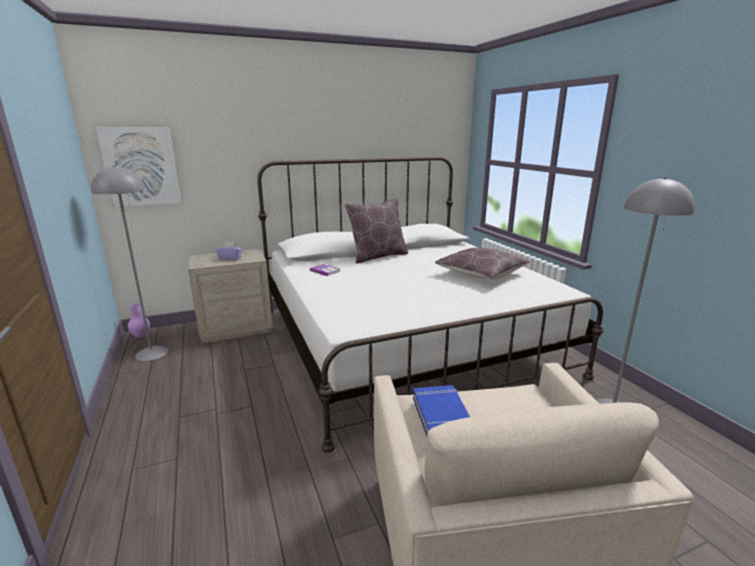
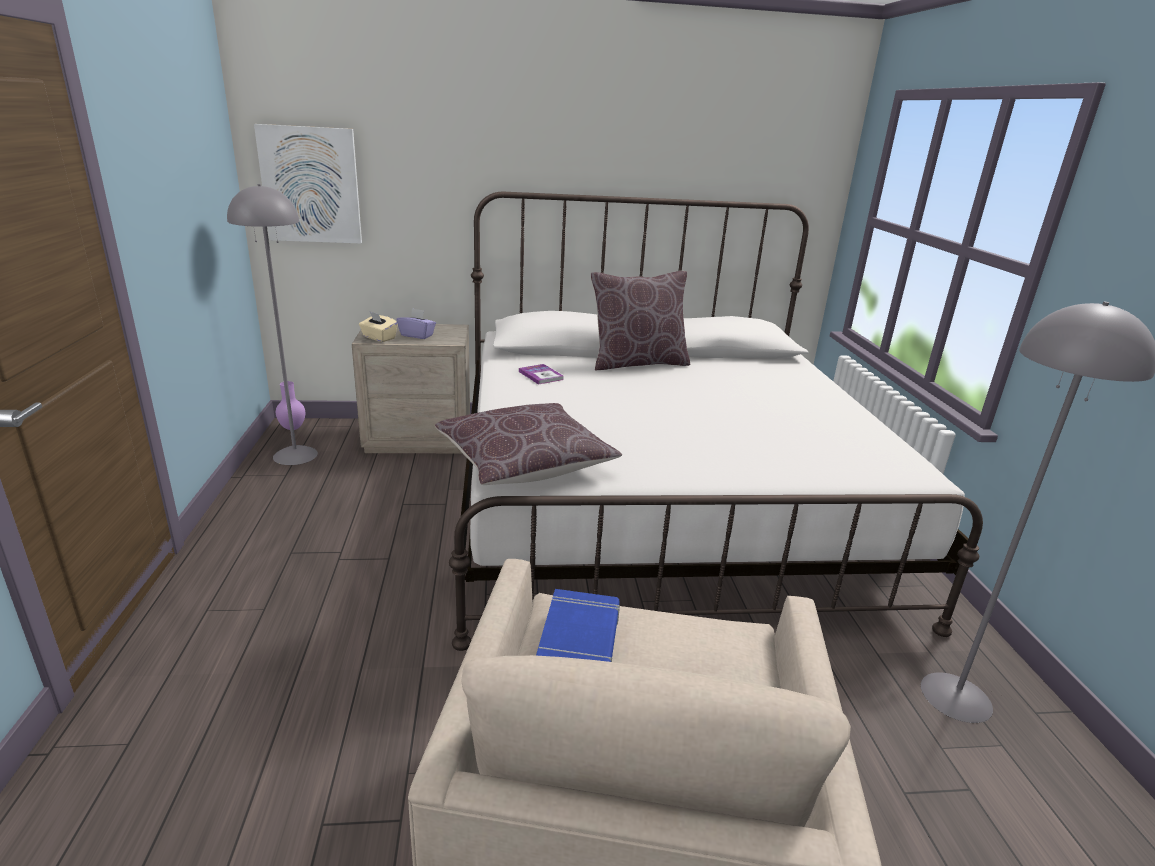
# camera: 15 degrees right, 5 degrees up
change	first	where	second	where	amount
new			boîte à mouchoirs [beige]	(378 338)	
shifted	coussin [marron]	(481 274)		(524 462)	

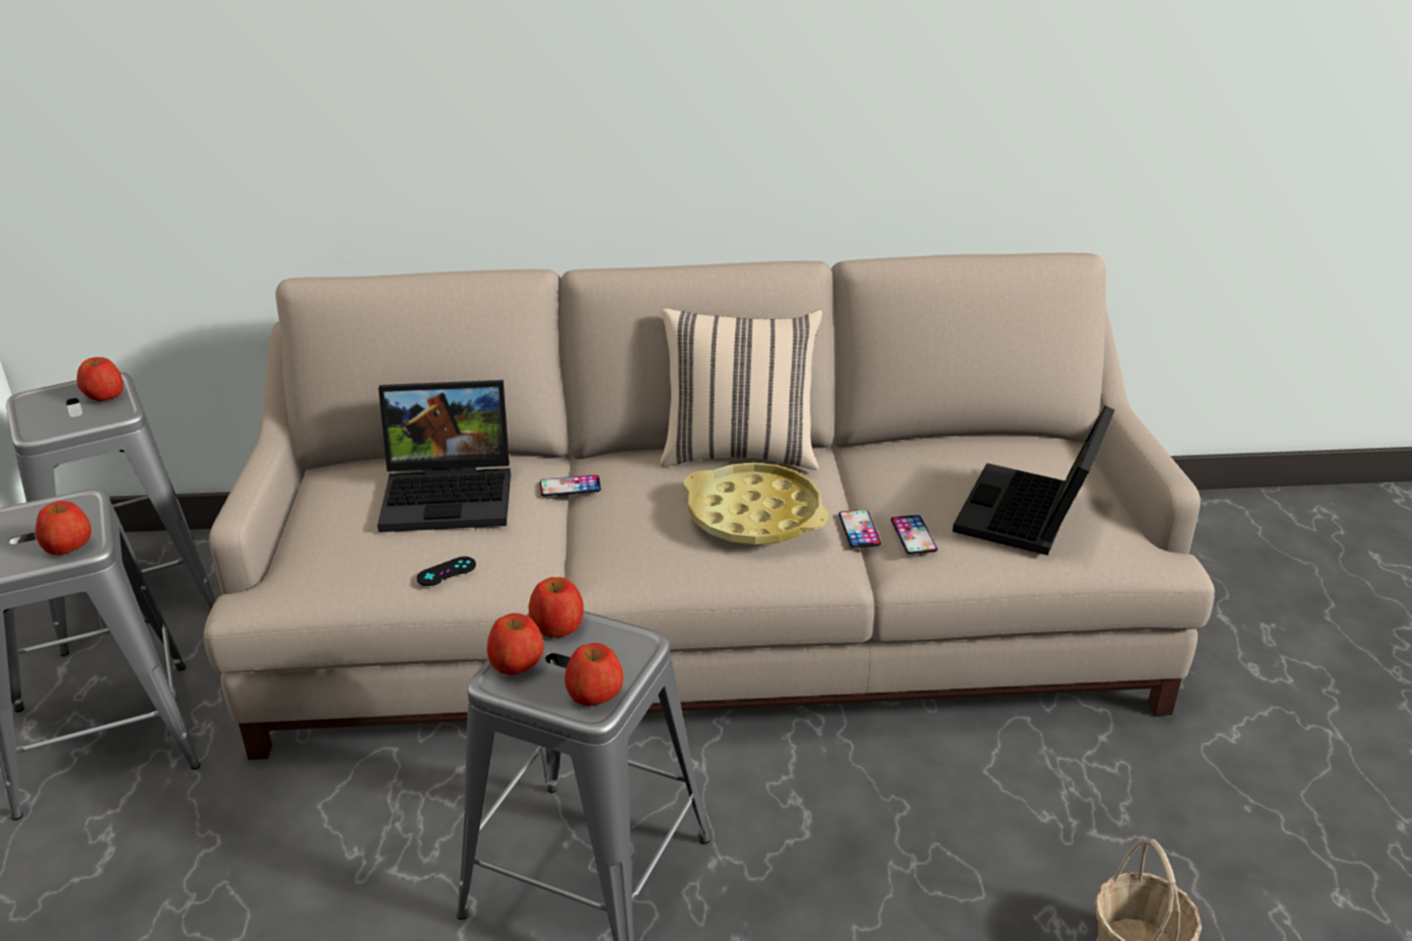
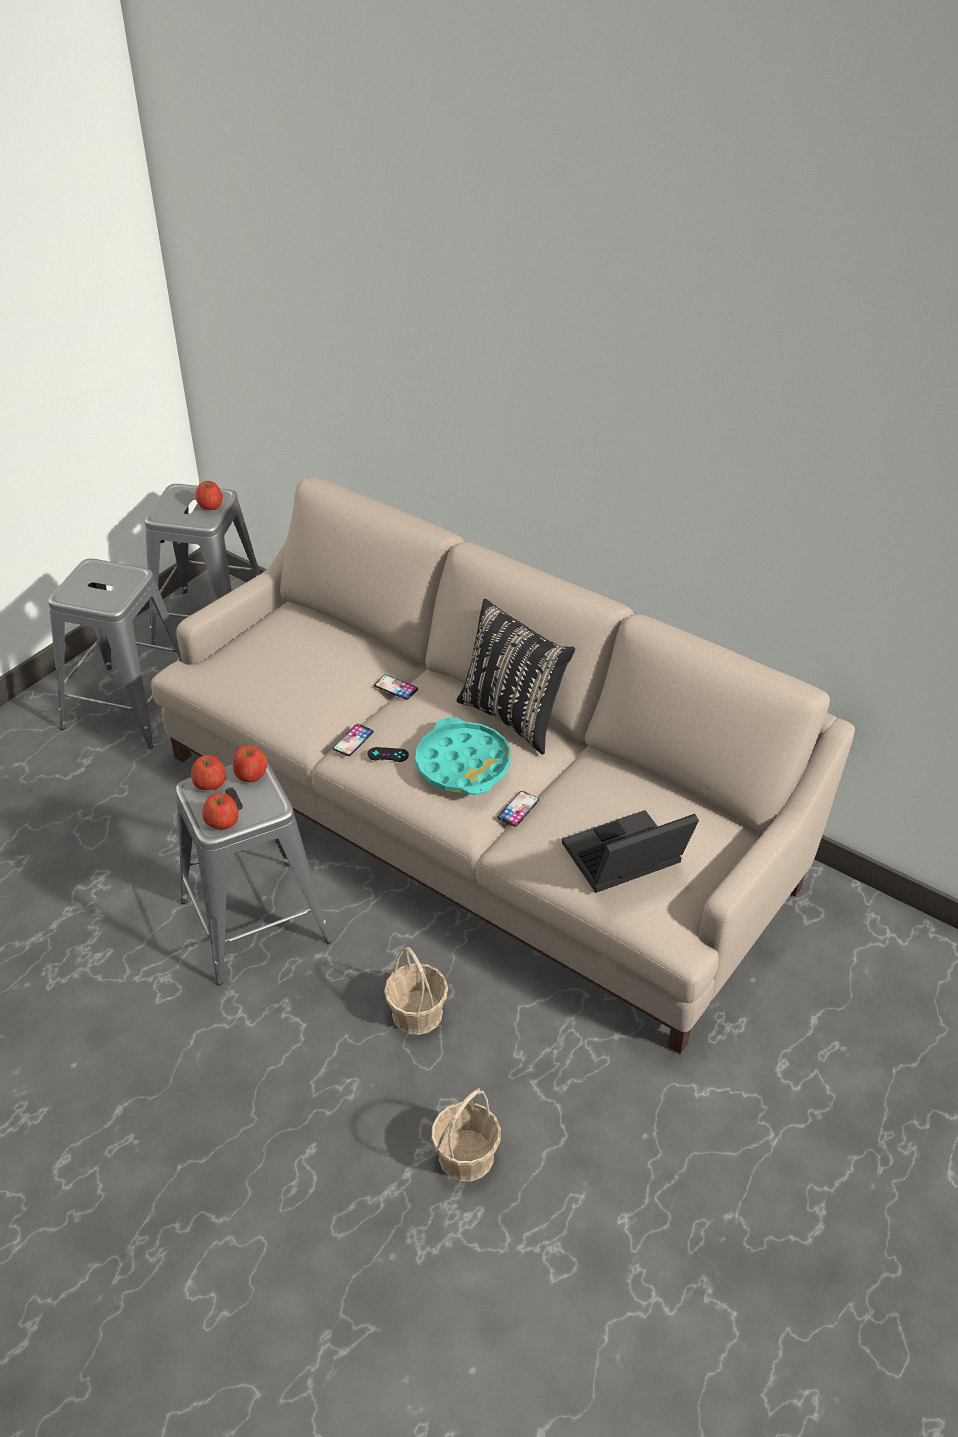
# camera: 40 degrees right, 10 degrees up
change	first	where	second	where	amount
shifted	téléphone	(913 535)		(353 740)	
shifted	manette [noir]	(446 572)		(388 755)	
new			panier	(417 1012)	
repainted	plateau [jaune]	(754 515)	plateau [turquoise]	(463 764)	
repainted	coussin [beige]	(739 452)	coussin [noir]	(513 716)	
gone	pomme	(67 546)			
gone	ordinateur portable	(452 494)			

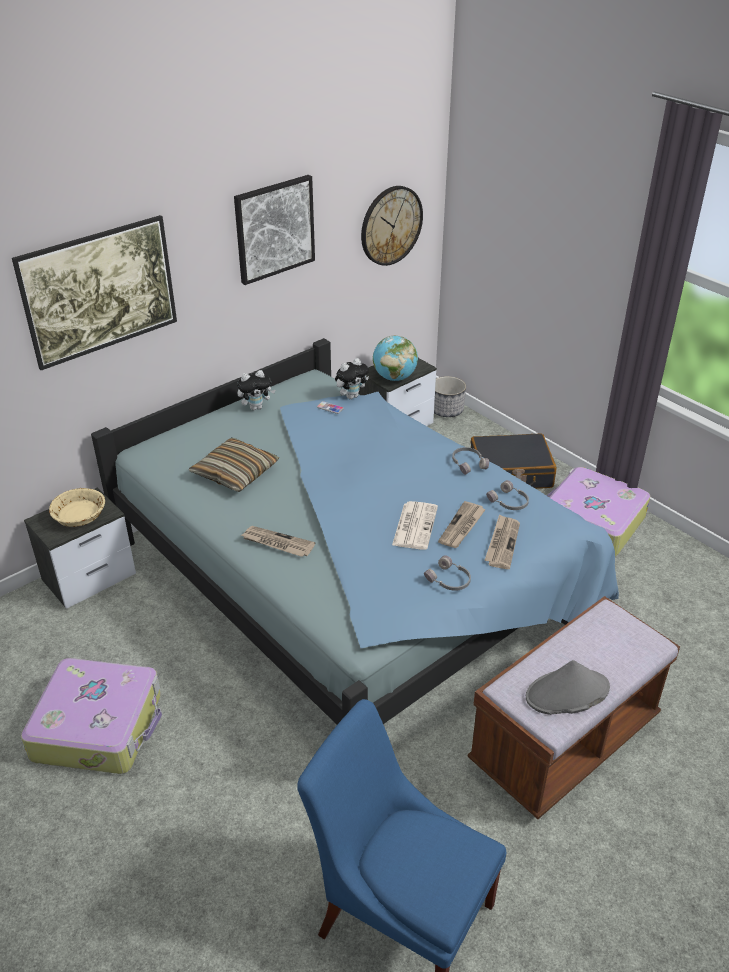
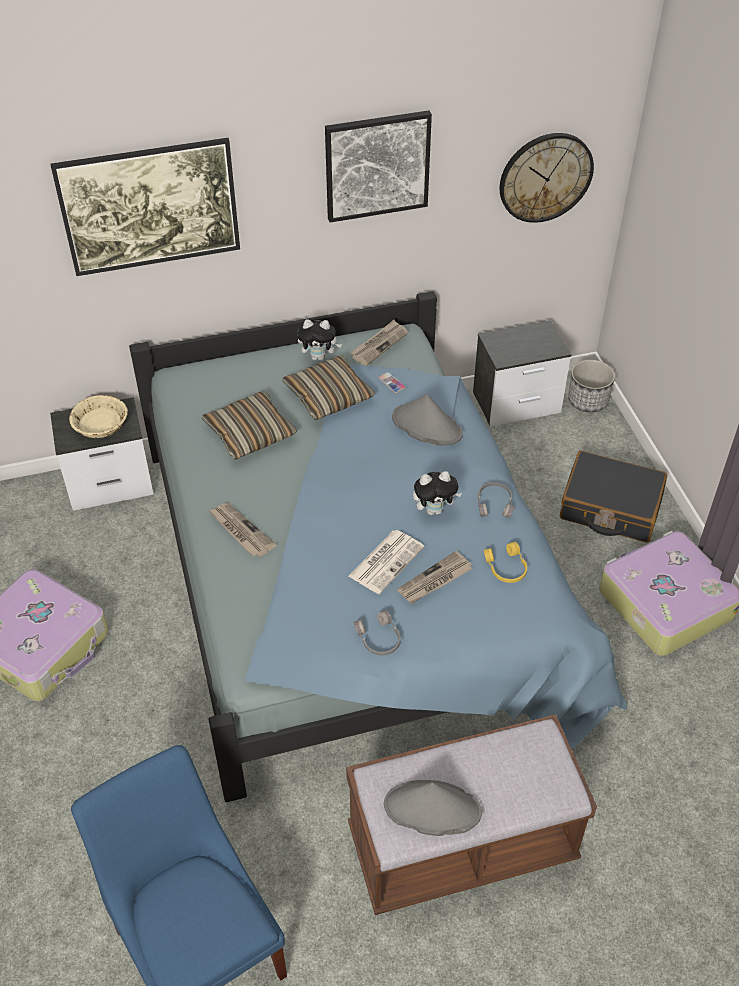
# camera: 25 degrees right, 10 degrees up
change	first	where	second	where	amount
new			coussin	(328 396)	
shifted	journal	(502 543)		(379 344)	
new			chapeau [gris]	(426 426)	
shifted	peluche	(351 396)		(434 510)	
repainted	casque audio [gris]	(508 502)	casque audio [jaune]	(506 568)	
gone	globe	(394 378)			

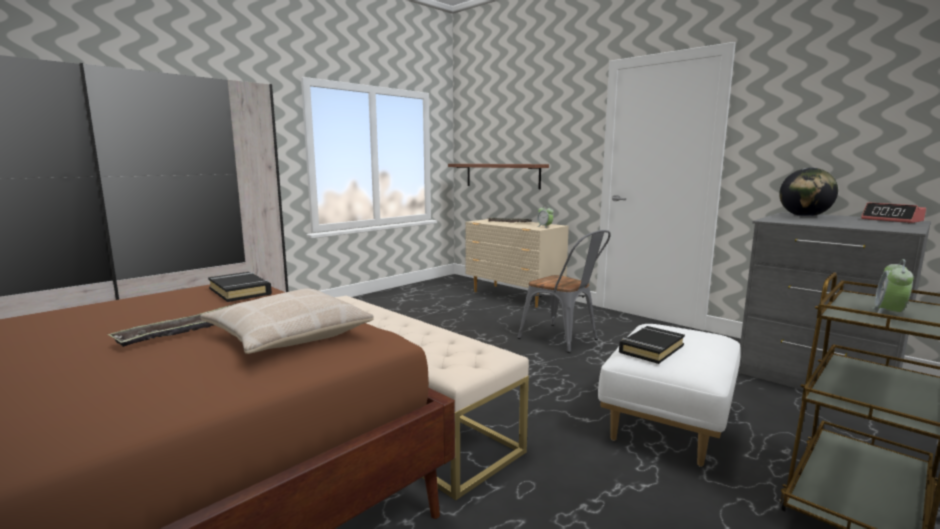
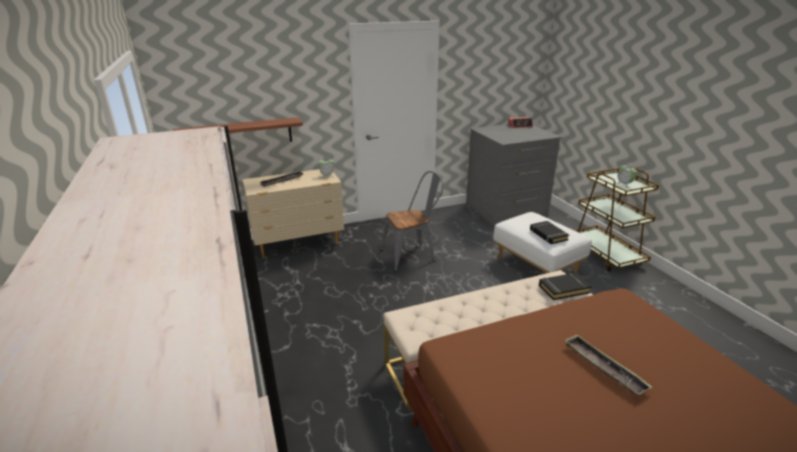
# camera: 65 degrees left, 15 degrees up
change	first	where	second	where	amount
shifted	livre [noir]	(240 291)		(563 289)	
gone	coussin [beige]	(288 336)			
gone	globe	(804 216)			

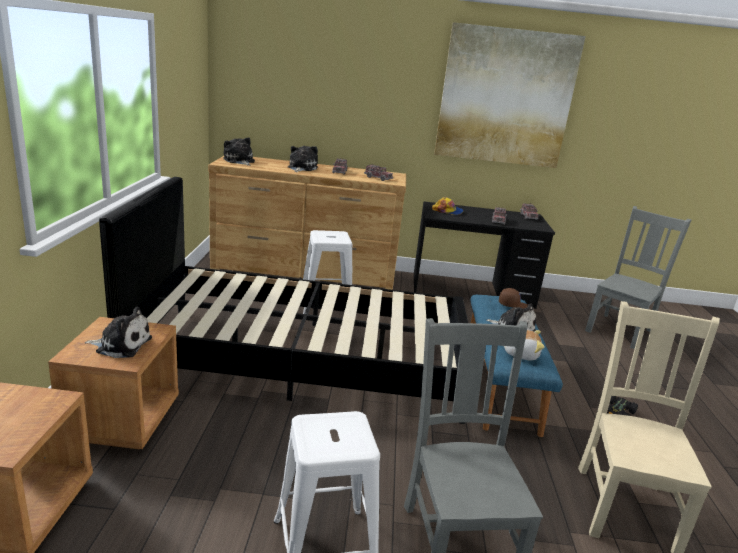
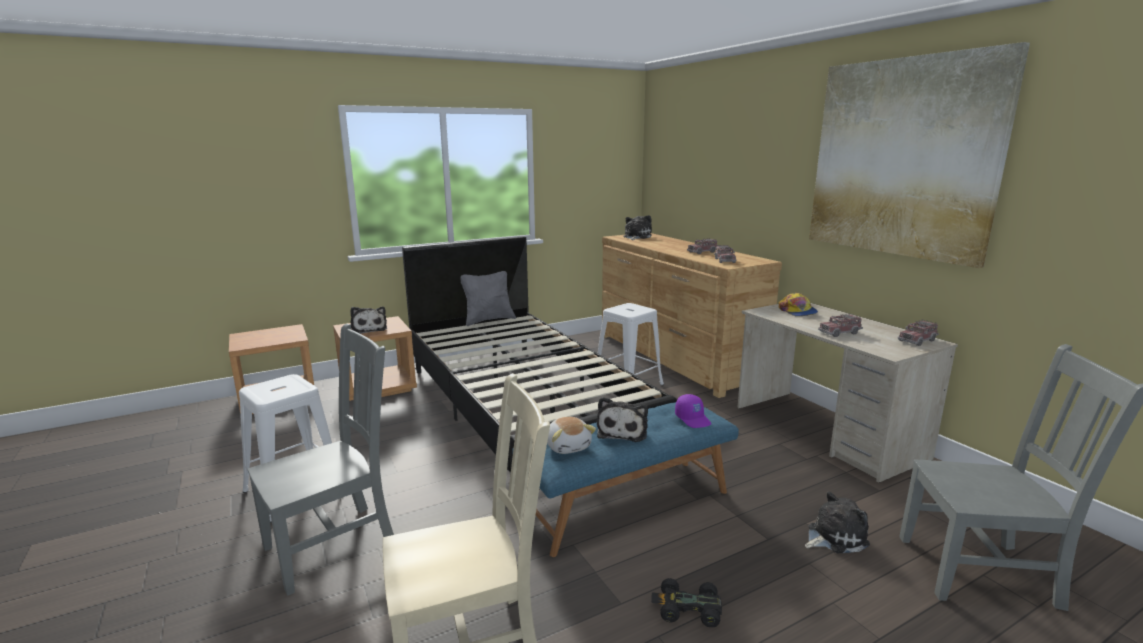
# camera: 60 degrees right, 5 degrees down
change	first	where	second	where	amount
new			coussin [gris]	(488 320)	
repainted	casquette [marron]	(513 305)	casquette [violet]	(693 419)	
repainted	bureau [noir]	(472 291)	bureau [beige]	(826 432)	
shifted	peluche	(301 168)		(834 536)	

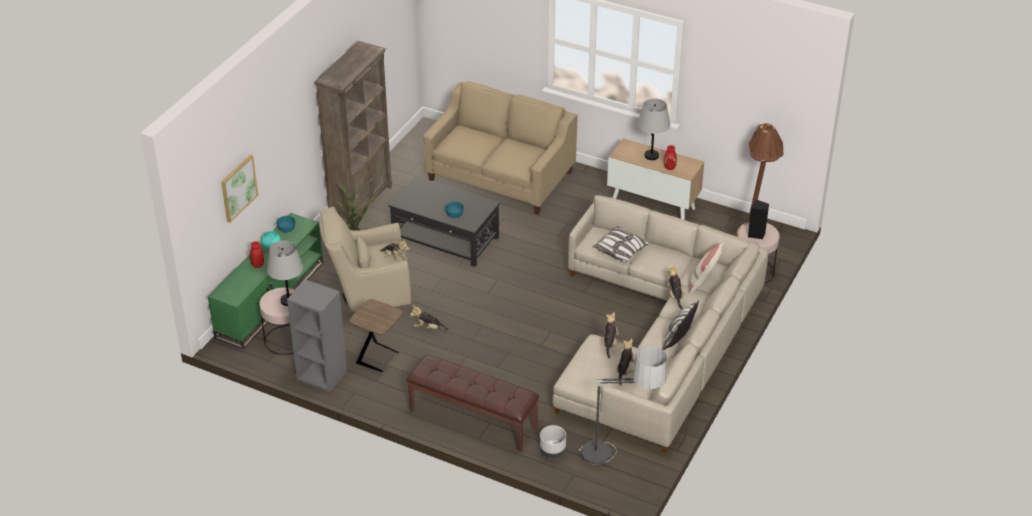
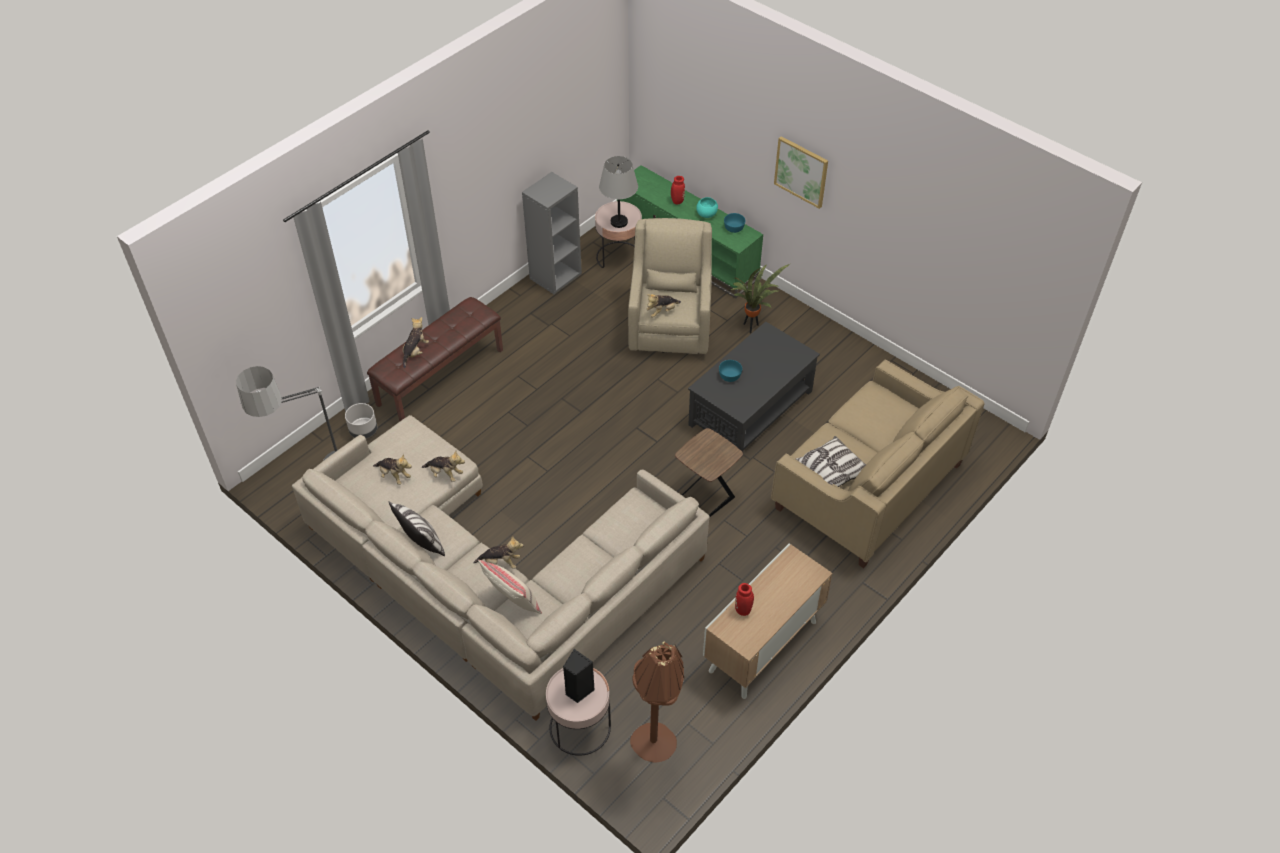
# camera: 105 degrees right, 10 degrees up
change	first	where	second	where	amount
shifted	peluche	(428 328)		(415 352)	
shifted	table d'appoint [marron]	(379 358)		(706 497)	
shifted	tableau	(238 188)		(801 171)	
shifted	coussin	(621 250)		(831 471)	
gone	bibliothèque [marron]	(361 202)			
gone	lampe de table [gris]	(651 155)			

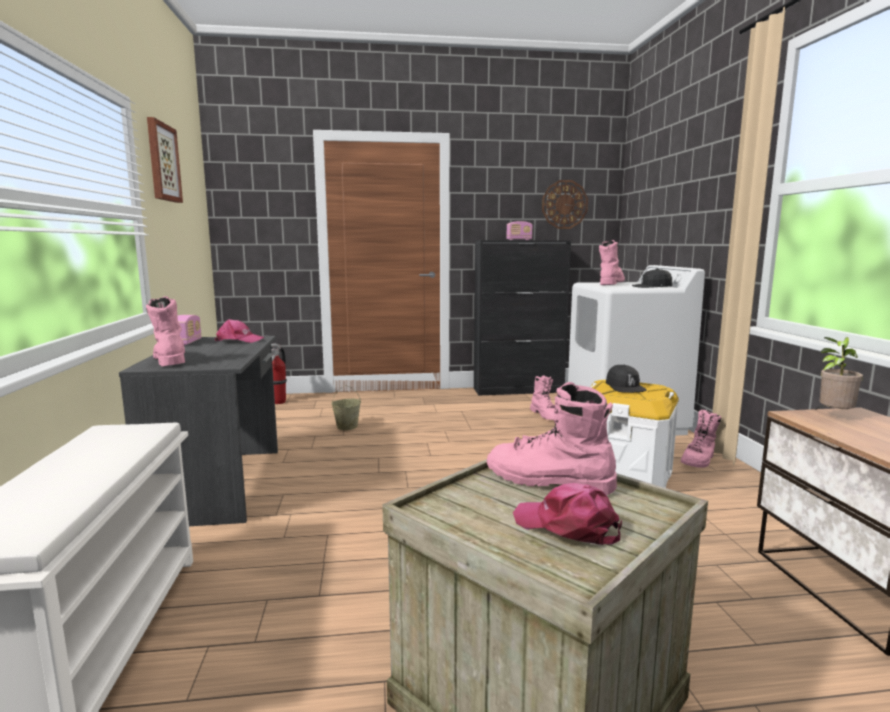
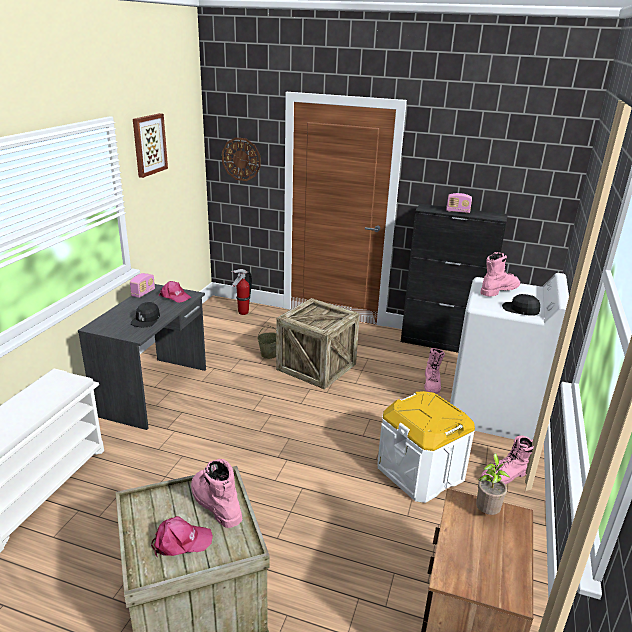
# camera: 25 degrees right, 15 degrees up
change	first	where	second	where	amount
shifted	casquette [noir]	(624 387)		(146 320)	
rotated	casquette [rose]	(567 526)		(181 542)	105 degrees clockwise
shifted	horloge murale	(564 204)		(241 159)	
new			caisse	(316 367)	
gone	botte [rose]	(169 359)			

